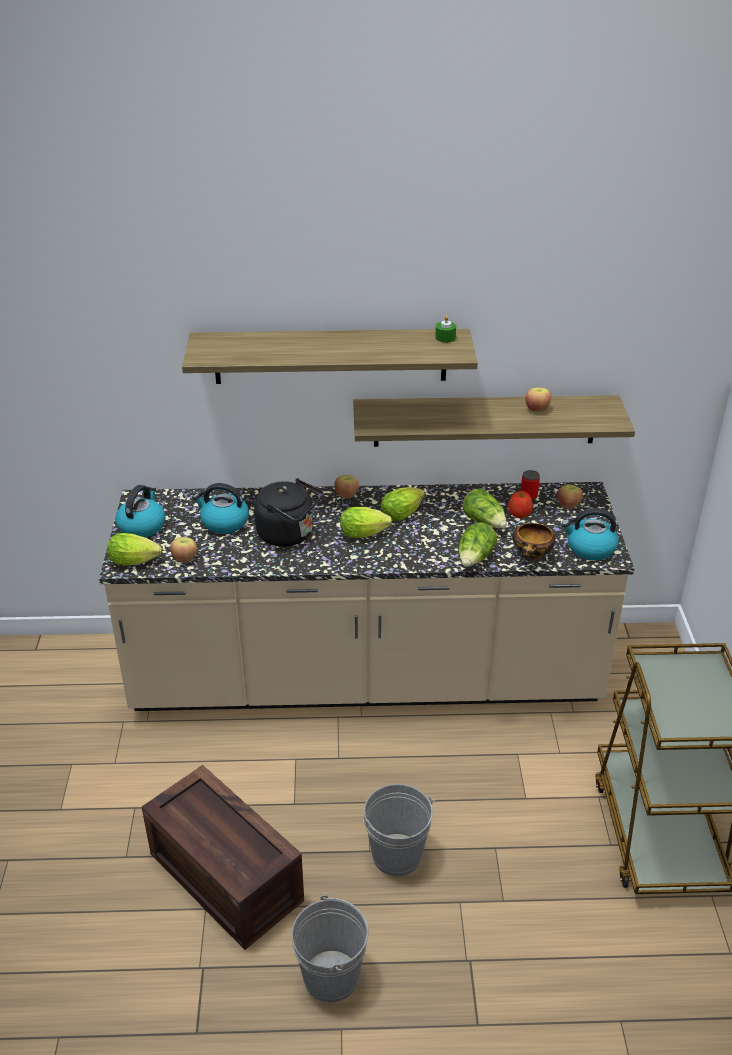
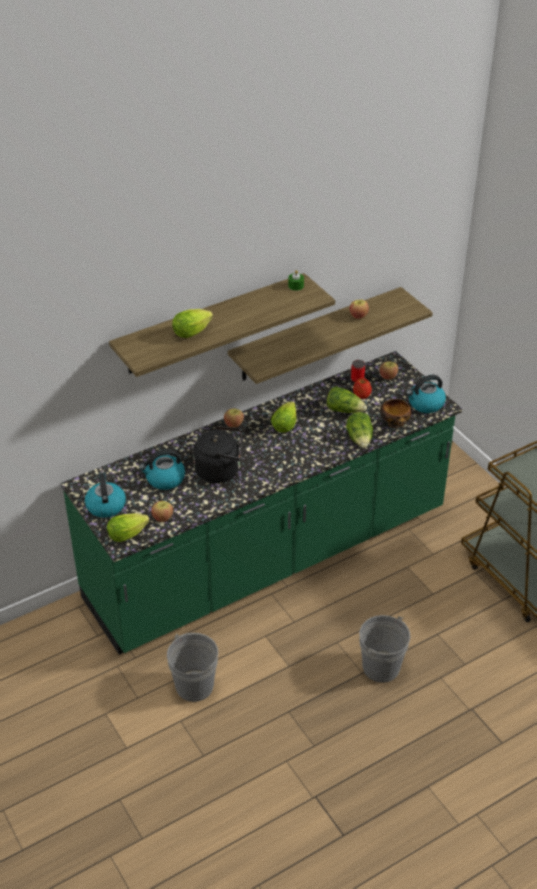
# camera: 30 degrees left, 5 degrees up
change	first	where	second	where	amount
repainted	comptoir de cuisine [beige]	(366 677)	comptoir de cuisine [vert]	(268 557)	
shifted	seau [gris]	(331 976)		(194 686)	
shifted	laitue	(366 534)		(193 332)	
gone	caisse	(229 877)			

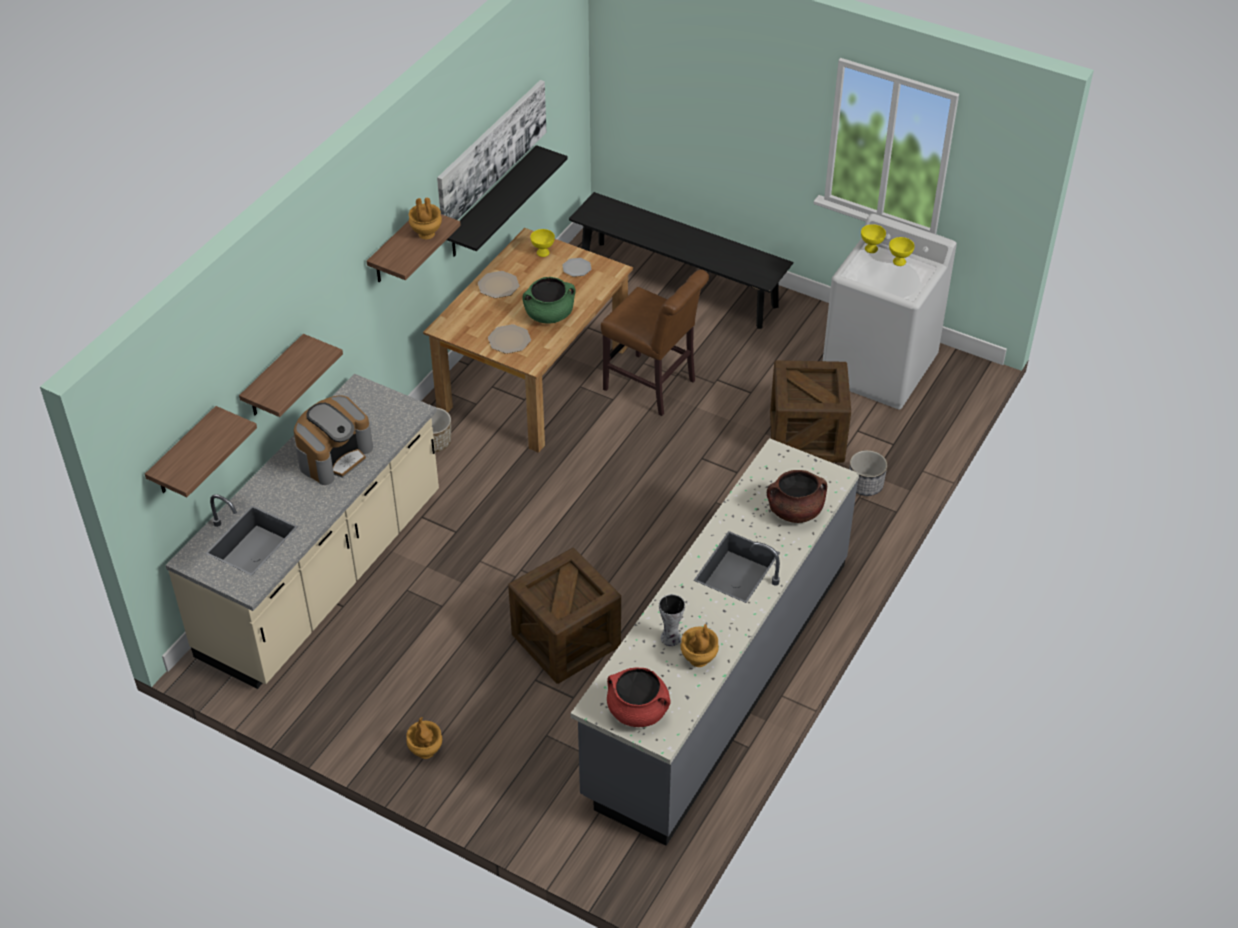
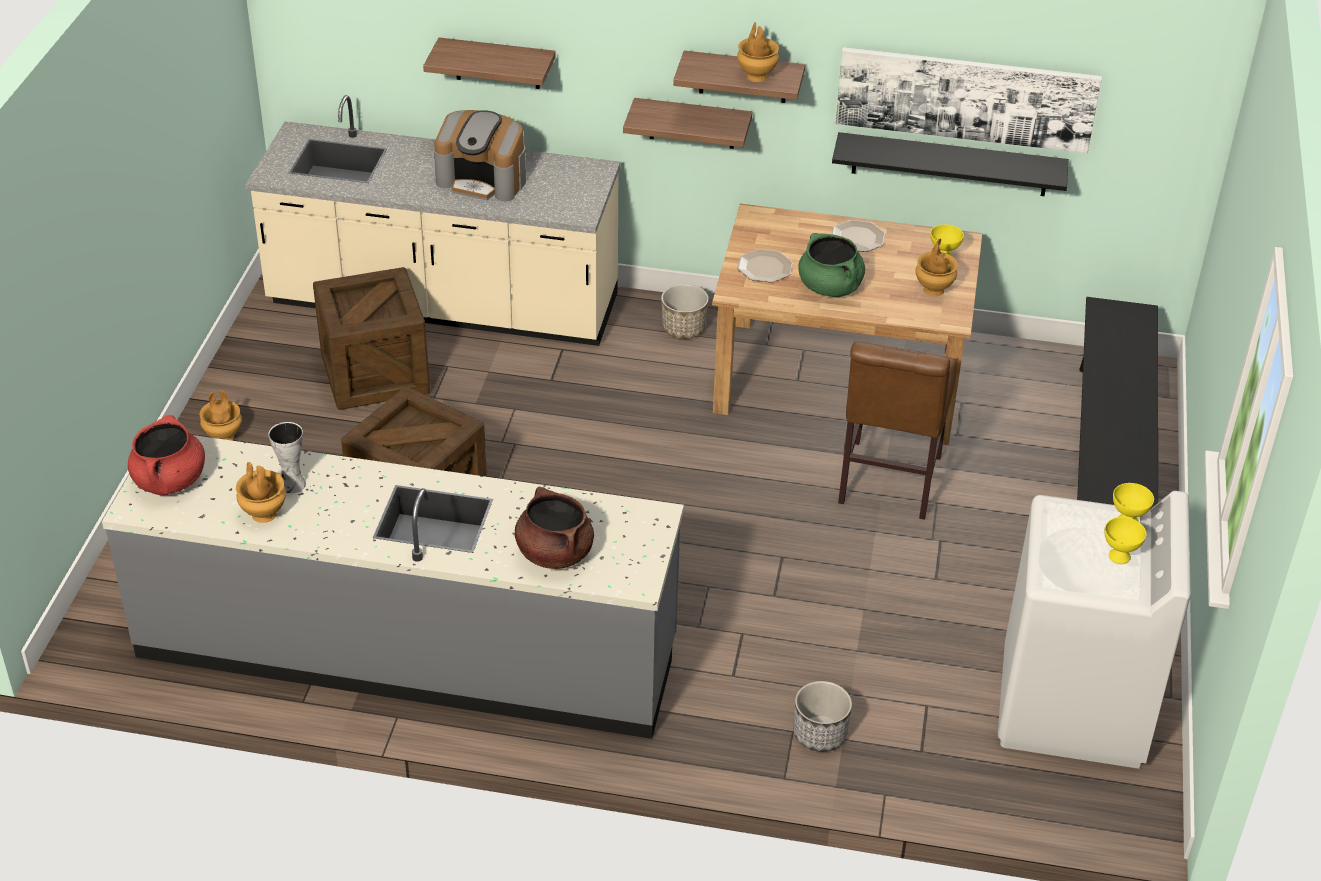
# camera: 70 degrees right, 5 degrees down
change	first	where	second	where	amount
shifted	caisse	(806 437)		(375 374)	
shifted	étagère	(184 453)		(692 123)	
swapped	assiette	(576 268)	vase [marron]	(933 289)	

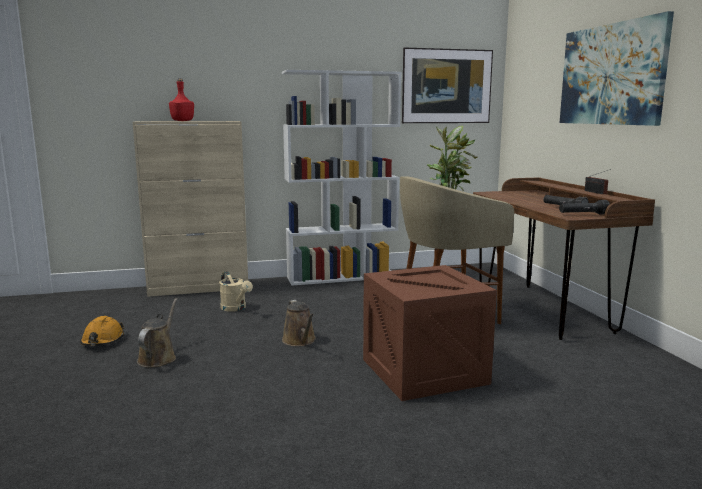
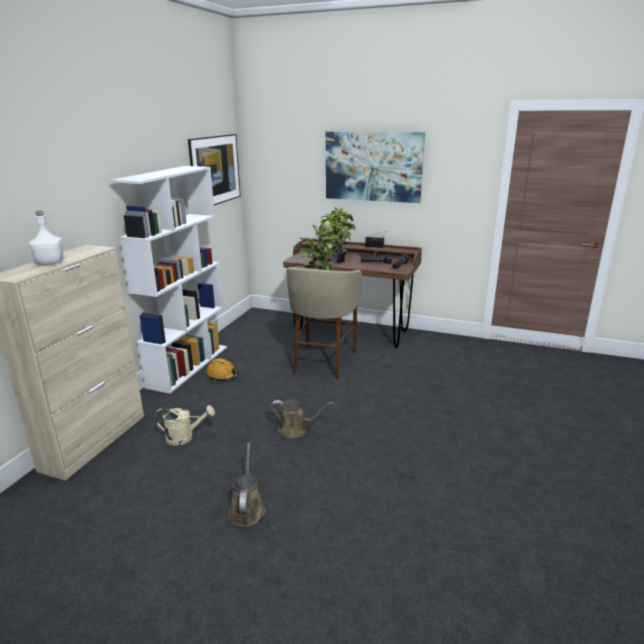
# camera: 55 degrees left, 10 degrees up
change	first	where	second	where	amount
repainted	bouteille [rouge]	(182 121)	bouteille [blanc]	(50 263)	
shifted	casque de chantier [orange]	(102 341)		(223 375)	
rotated	arrosoir [marron]	(158 358)		(247 509)	45 degrees clockwise
new			plante en pot	(337 260)	
gone	caisse	(424 371)			

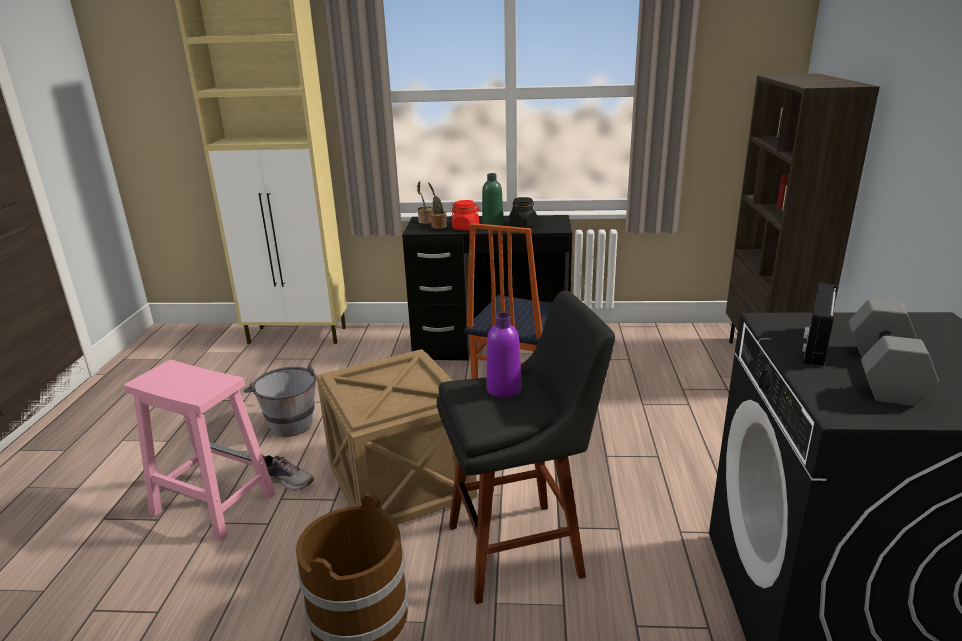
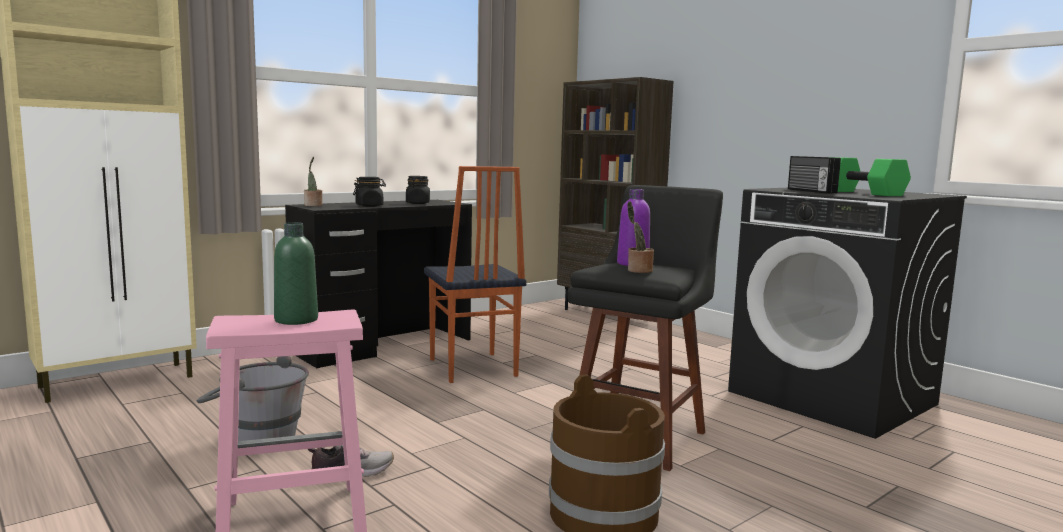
# camera: 45 degrees left, 15 degrees down
change	first	where	second	where	amount
shifted	bouteille [vert]	(492 223)		(296 320)	
repainted	bocal [rouge]	(466 228)	bocal [noir]	(369 206)	
shifted	plante en pot	(438 226)		(638 270)	
repainted	haltère [gris]	(881 372)	haltère [vert]	(860 193)	
gone	caisse	(399 481)			

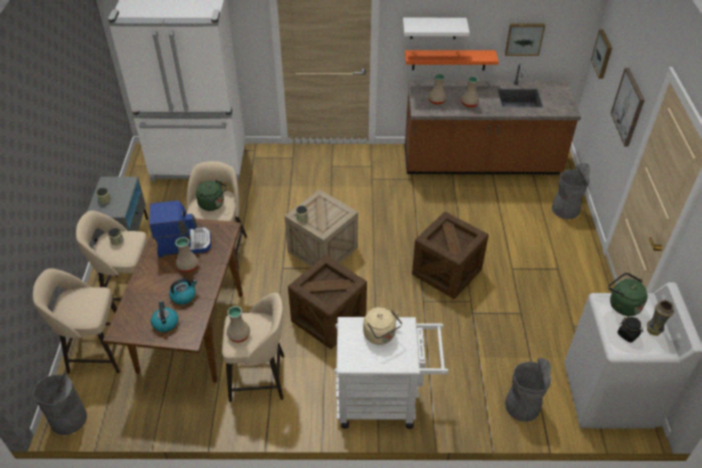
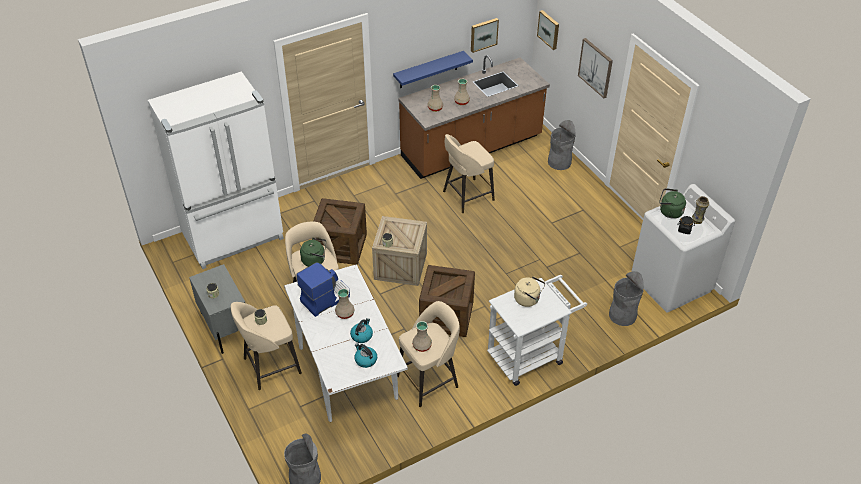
# camera: 30 degrees left, 0 degrees up
change	first	where	second	where	amount
repainted	table à manger [marron]	(191 332)	table à manger [blanc]	(348 373)	
shifted	caisse	(447 272)		(340 247)	
repainted	étagère [orange]	(449 60)	étagère [bleu]	(428 70)	
shifted	tabouret [beige]	(96 352)		(467 196)	
gone	étagère [blanc]	(433 28)			

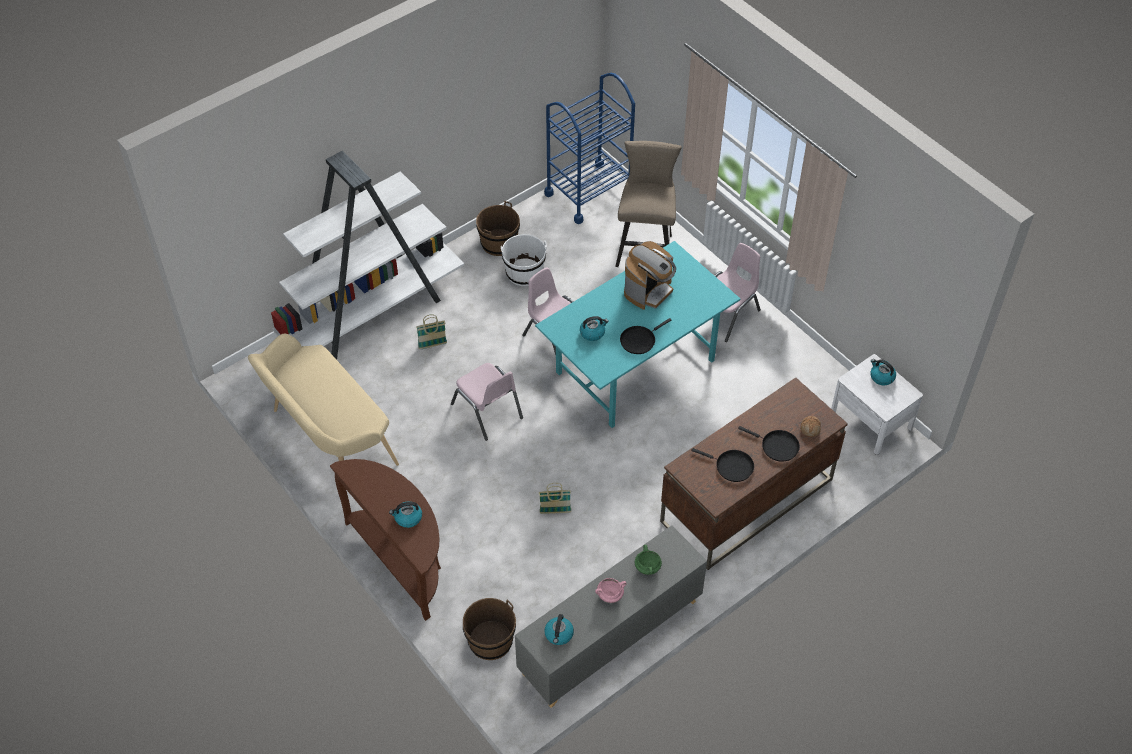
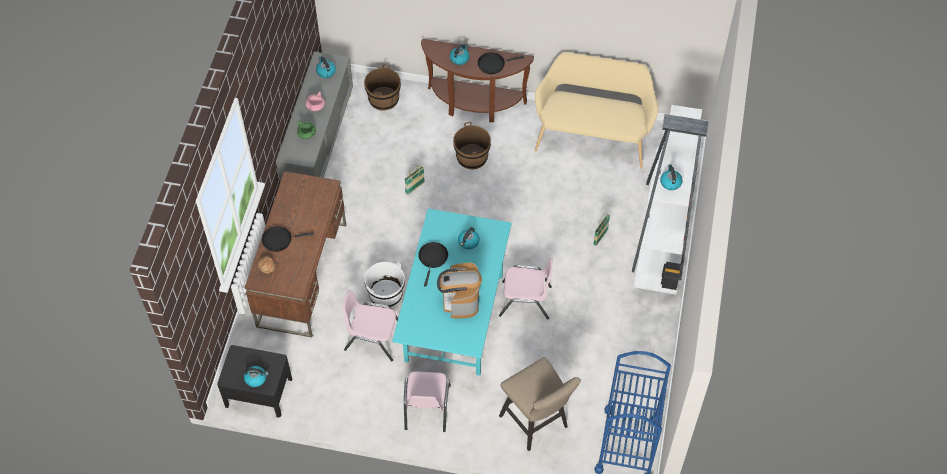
# camera: 140 degrees right, 5 degrees up
change	first	where	second	where	amount
repainted	table de chevet [blanc]	(871 420)	table de chevet [noir]	(258 392)	
shifted	chaise [rose]	(487 411)		(373 338)	
shifted	seau [blanc]	(524 273)		(386 294)	
shifted	seau [marron]	(499 243)		(472 157)	
shifted	poêle [noir]	(731 466)		(493 64)	
new			bouilloire	(670 182)	

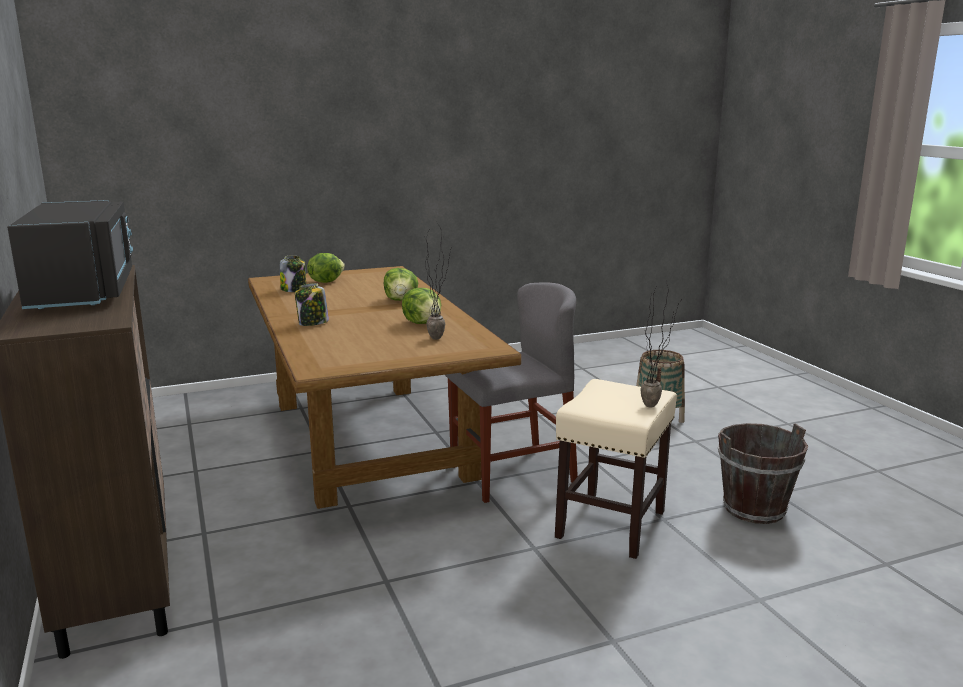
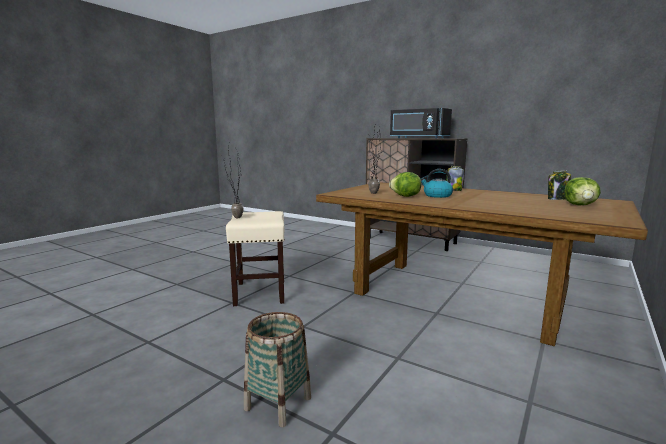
# camera: 145 degrees right, 5 degrees down
change	first	where	second	where	amount
new			bouilloire	(437 195)	
gone	laitue	(401 300)			
gone	chaise [gris]	(512 474)			
gone	seau [marron]	(754 509)			

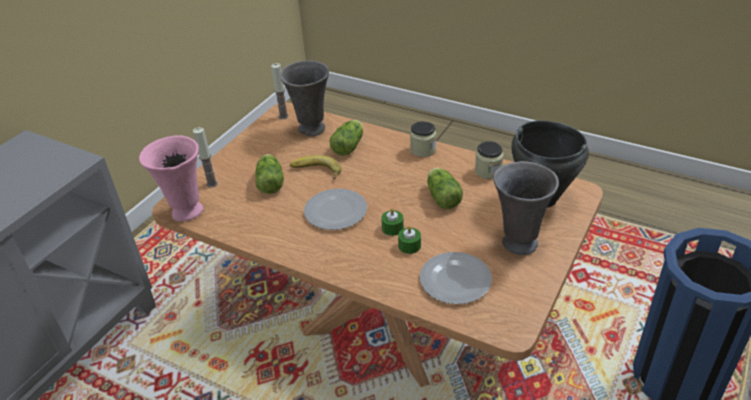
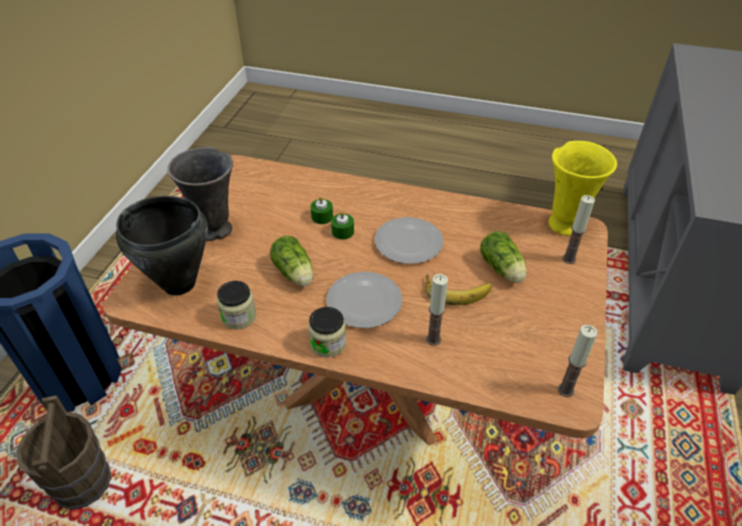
# camera: 165 degrees right, 5 degrees up
change	first	where	second	where	amount
new			seau [marron]	(82 483)	
shifted	assiette	(456 280)		(363 301)	
swapped	laitue	(349 145)	bougie	(433 339)	
repainted	vase [rose]	(186 212)	vase [jaune]	(565 224)	
gone	vase [gris]	(312 130)			

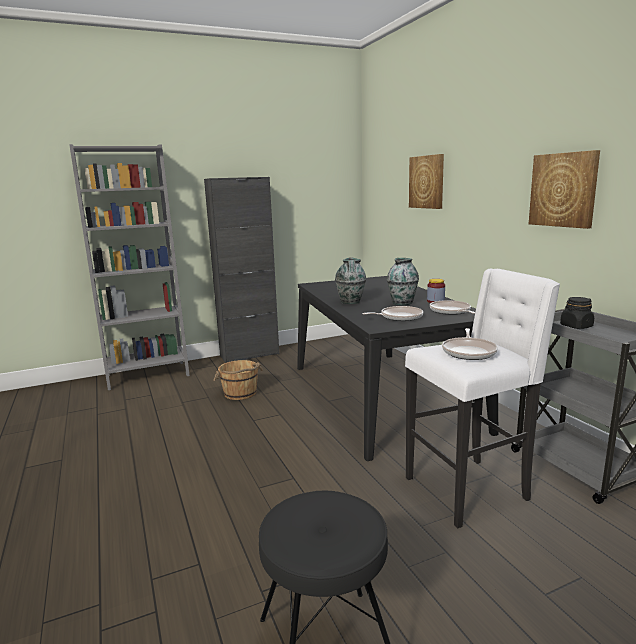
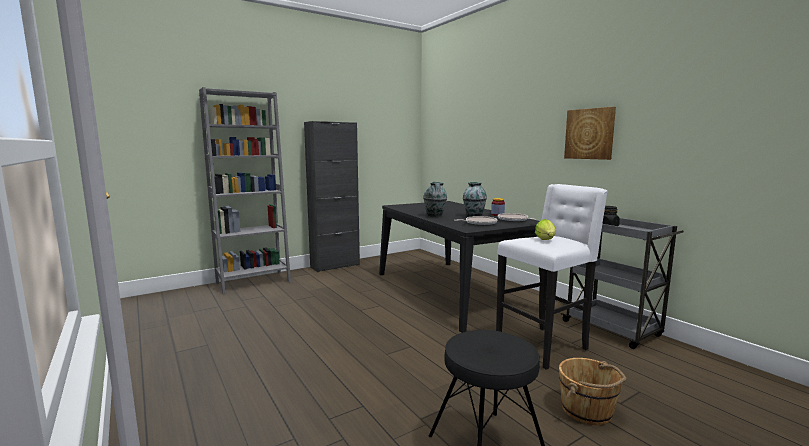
# camera: 10 degrees left, 5 degrees down
change	first	where	second	where	amount
swapped	poêle	(469 352)	laitue	(546 240)	
shifted	seau [marron]	(240 393)		(587 410)	
gone	tableau	(427 182)			

